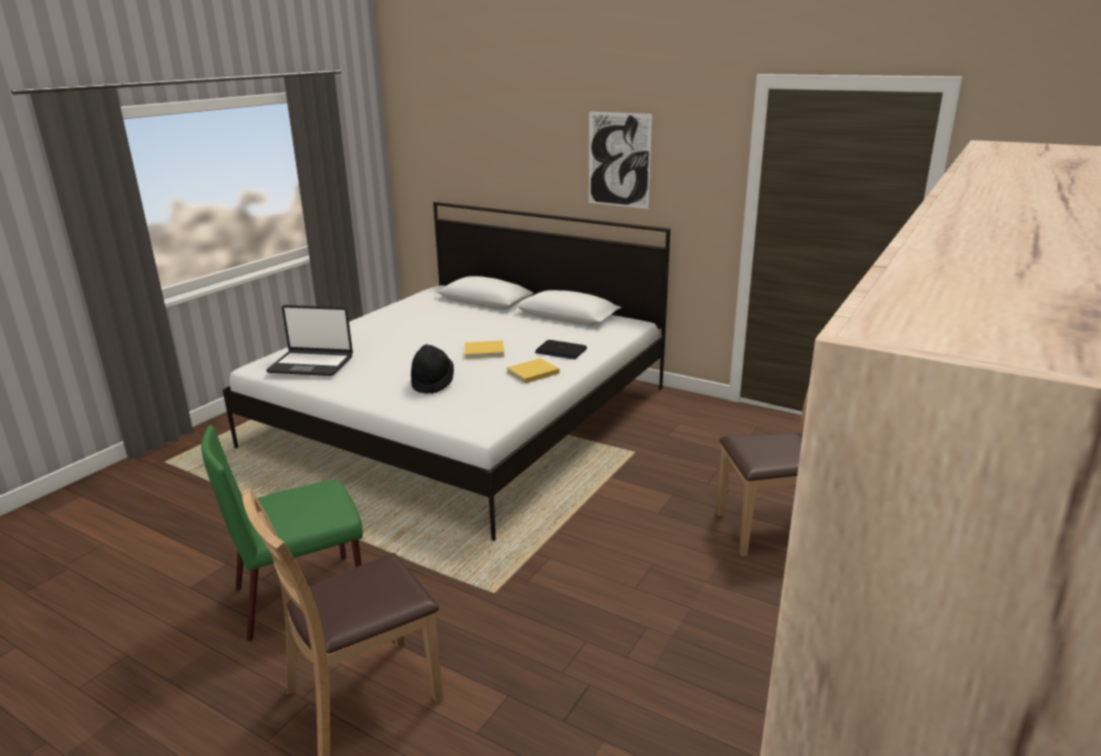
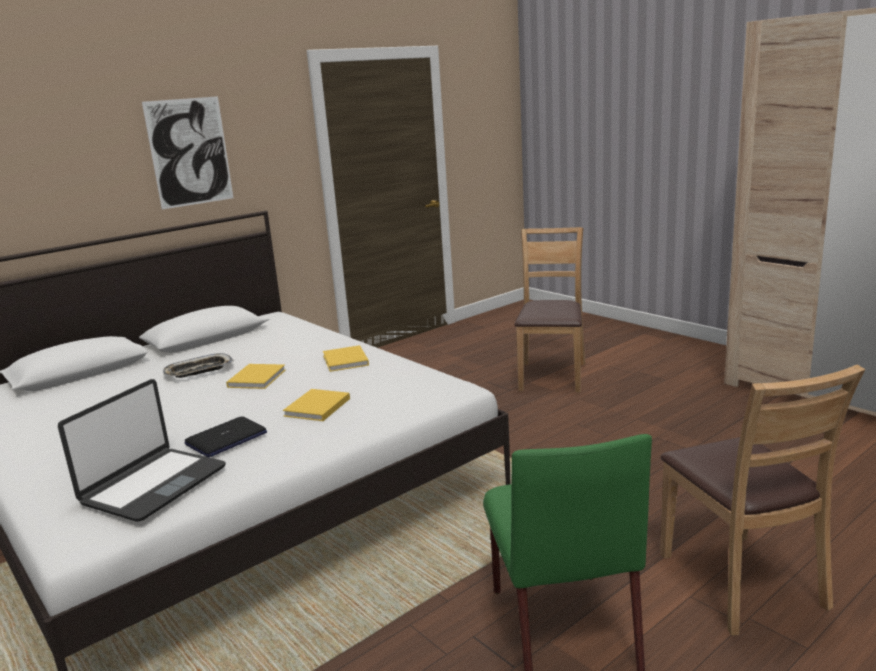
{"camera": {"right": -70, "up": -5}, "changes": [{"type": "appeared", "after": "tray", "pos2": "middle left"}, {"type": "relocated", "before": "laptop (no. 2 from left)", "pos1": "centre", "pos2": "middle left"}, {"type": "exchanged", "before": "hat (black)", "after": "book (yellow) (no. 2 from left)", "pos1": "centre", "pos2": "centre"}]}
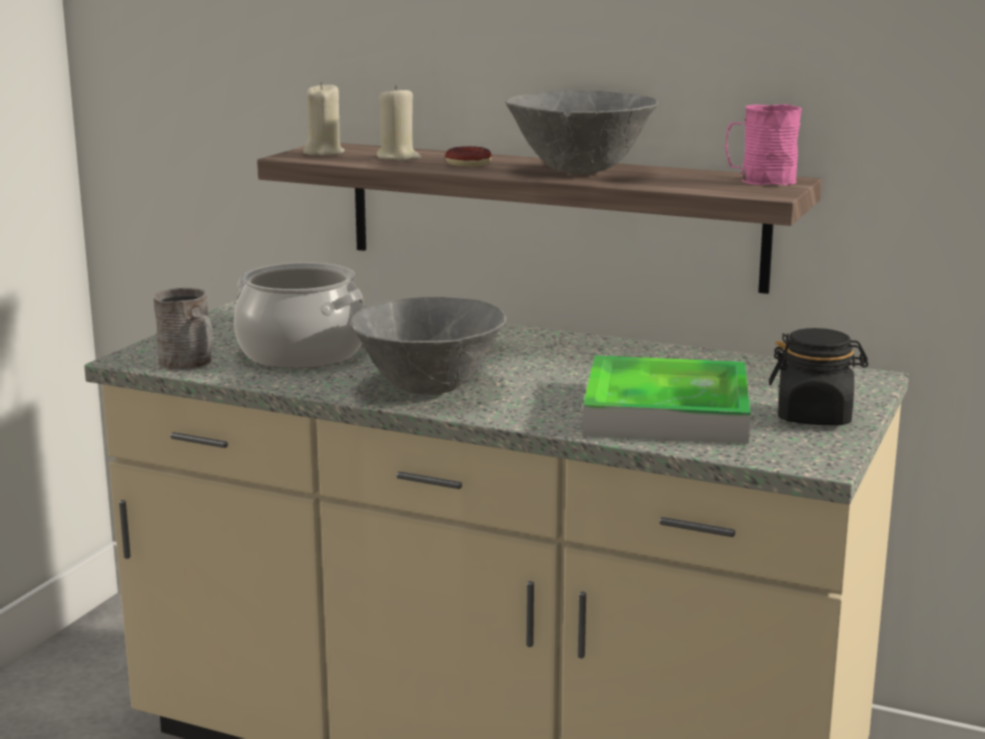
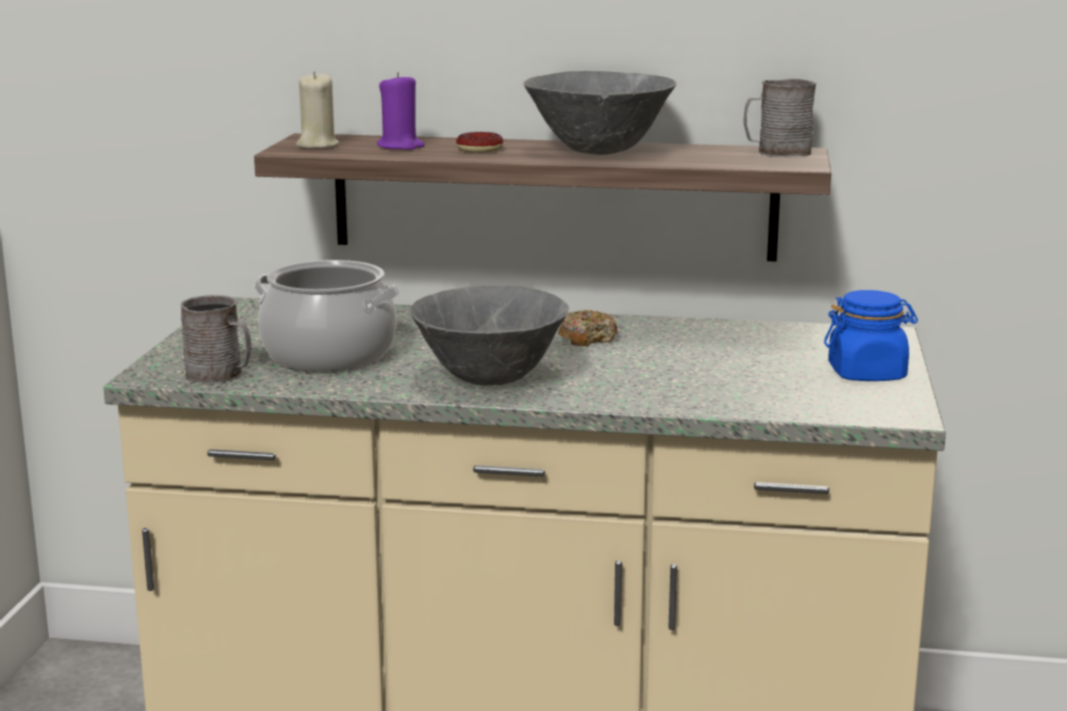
{"camera": {"right": -15, "up": 0}, "changes": [{"type": "missing", "before": "tray", "pos1": "middle right"}, {"type": "appeared", "after": "donut (no. 2 from left)", "pos2": "centre"}, {"type": "colour", "before": "candle (beige) (no. 2 from left)", "after": "candle (purple)", "pos1": "top centre", "pos2": "top centre"}, {"type": "colour", "before": "mug (pink)", "after": "mug (grey) (no. 2 from left)", "pos1": "top right", "pos2": "top right"}, {"type": "colour", "before": "jar (black)", "after": "jar (blue)", "pos1": "middle right", "pos2": "middle right"}]}
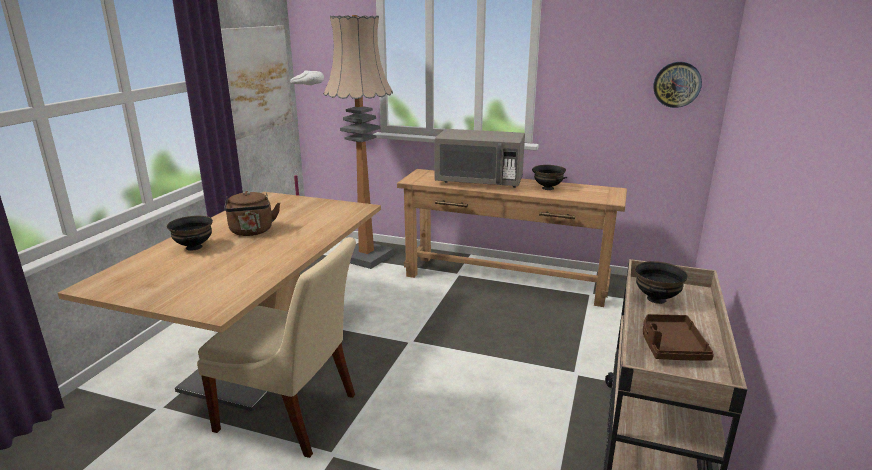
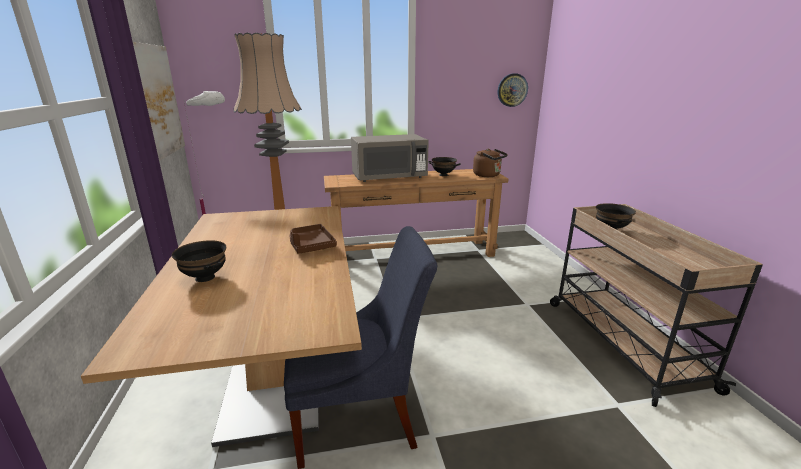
{"camera": {"right": -30, "up": 0}, "changes": [{"type": "relocated", "before": "kettle (brown)", "pos1": "middle left", "pos2": "centre"}, {"type": "relocated", "before": "tray (brown)", "pos1": "bottom right", "pos2": "centre"}, {"type": "colour", "before": "chair (beige)", "after": "chair (blue)", "pos1": "bottom left", "pos2": "bottom centre"}]}
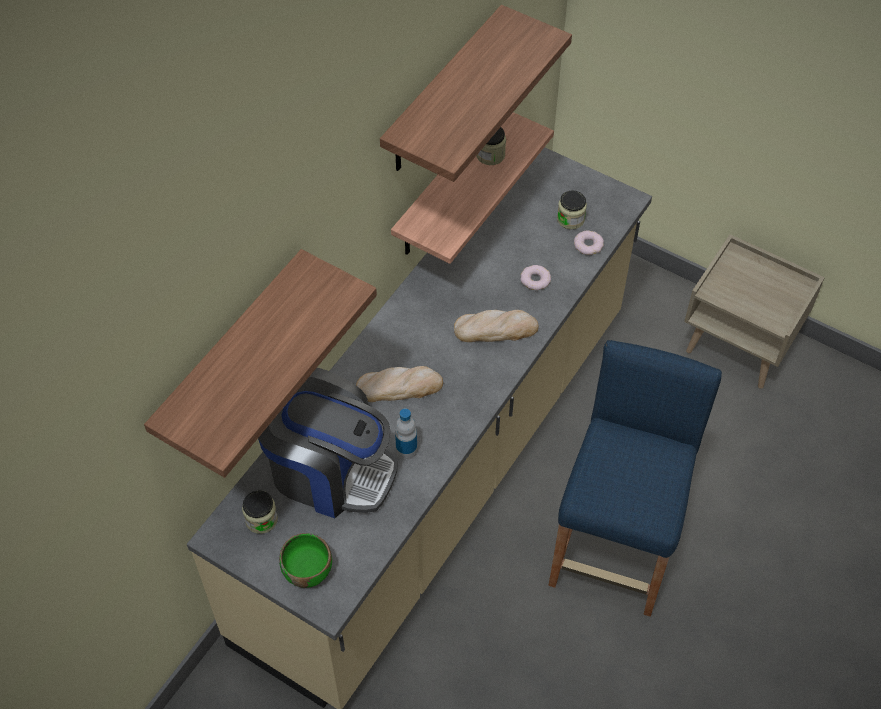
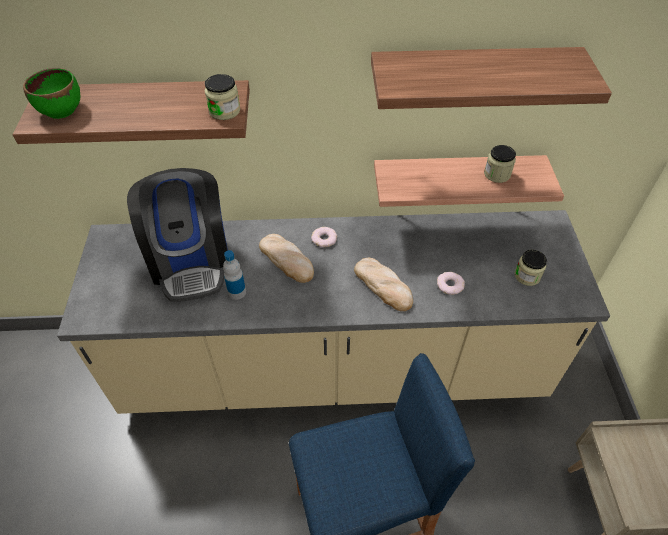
{"camera": {"right": 55, "up": -5}, "changes": [{"type": "relocated", "before": "jar (no. 1 from left)", "pos1": "bottom left", "pos2": "top left"}, {"type": "relocated", "before": "bowl (green)", "pos1": "bottom centre", "pos2": "top left"}, {"type": "relocated", "before": "donut (no. 2 from left in the first image)", "after": "donut (no. 1 from left)", "pos1": "middle right", "pos2": "centre"}]}
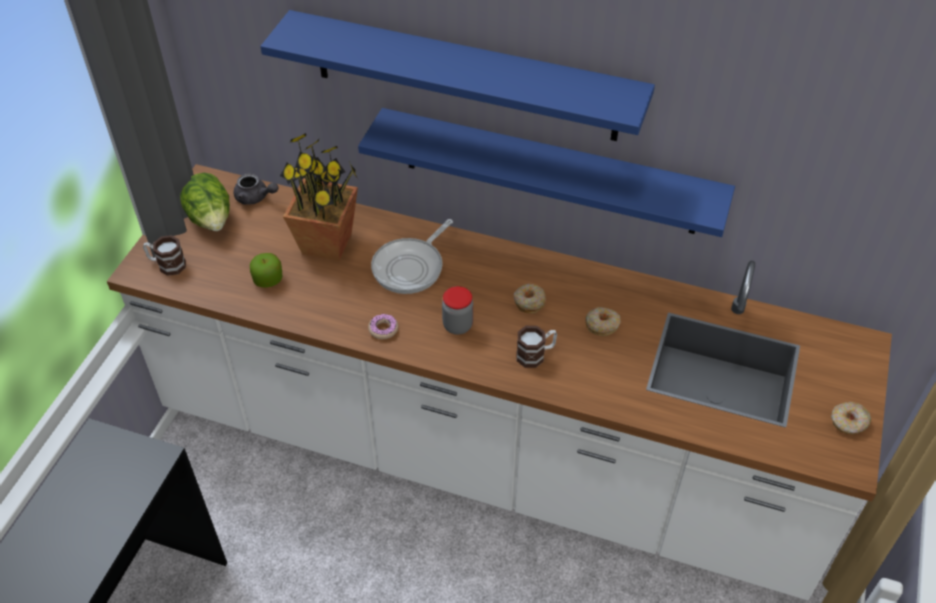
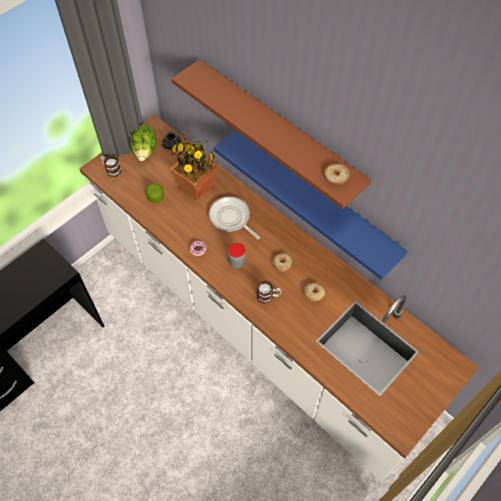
{"camera": {"right": 25, "up": 10}, "changes": [{"type": "relocated", "before": "donut (no. 4 from left)", "pos1": "bottom right", "pos2": "middle right"}, {"type": "colour", "before": "shelf (blue) (no. 1 from left)", "after": "shelf (brown)", "pos1": "top centre", "pos2": "top centre"}, {"type": "spun", "before": "frying pan", "pos1": "centre", "pos2": "centre", "turn": 75}]}
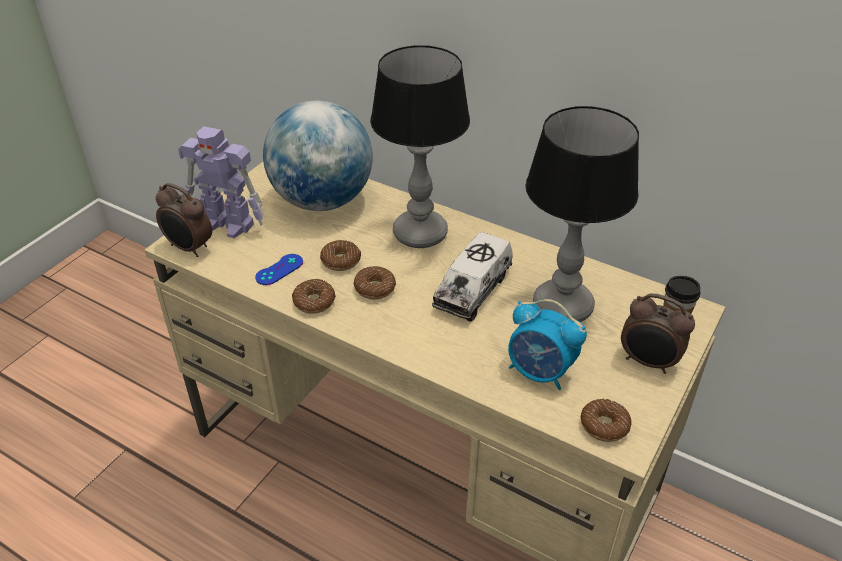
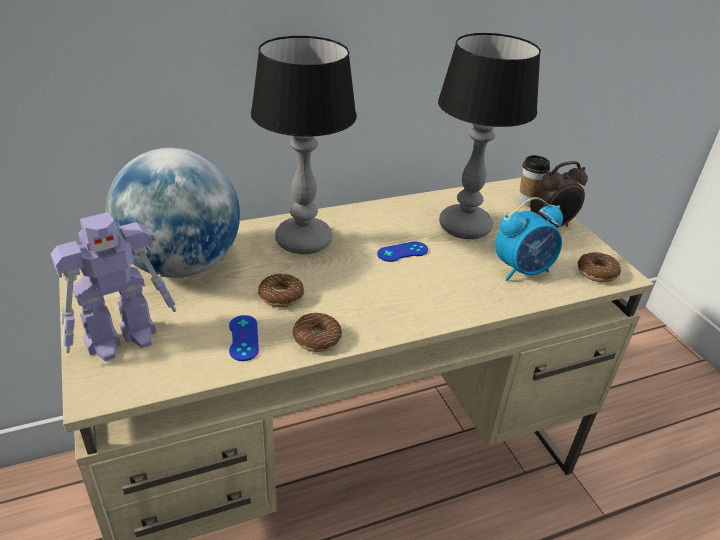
{"camera": {"right": -55, "up": -5}, "changes": [{"type": "missing", "before": "alarm clock (no. 1 from left)", "pos1": "middle left"}, {"type": "missing", "before": "donut (no. 3 from left)", "pos1": "centre"}, {"type": "exchanged", "before": "toy truck", "after": "game controller (blue) (no. 2 from left)", "pos1": "centre", "pos2": "centre"}]}
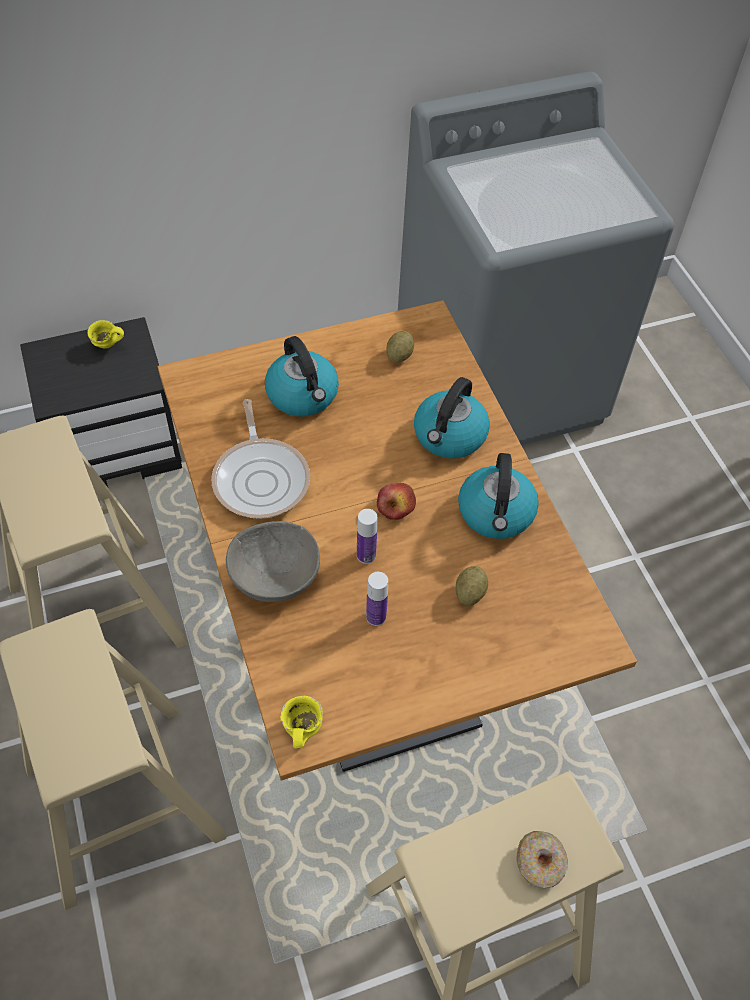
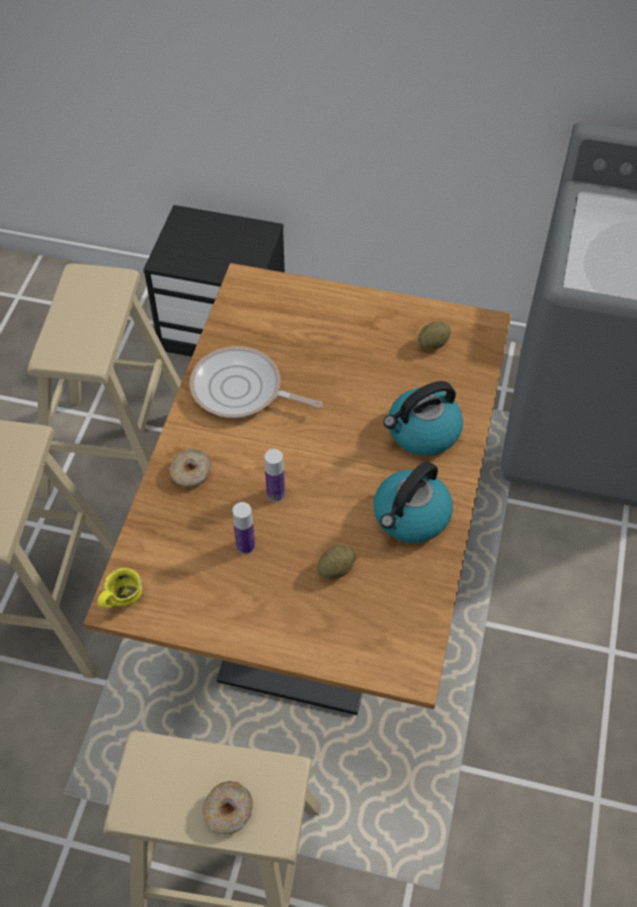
{"camera": {"right": 35, "up": 0}, "changes": [{"type": "missing", "before": "mug (yellow) (no. 1 from left)", "pos1": "middle left"}, {"type": "missing", "before": "kettle (no. 1 from left)", "pos1": "centre"}, {"type": "missing", "before": "apple", "pos1": "centre"}, {"type": "exchanged", "before": "bowl (grey)", "after": "donut (no. 1 from left)", "pos1": "centre", "pos2": "middle left"}, {"type": "spun", "before": "frying pan", "pos1": "centre", "pos2": "centre", "turn": 90}]}
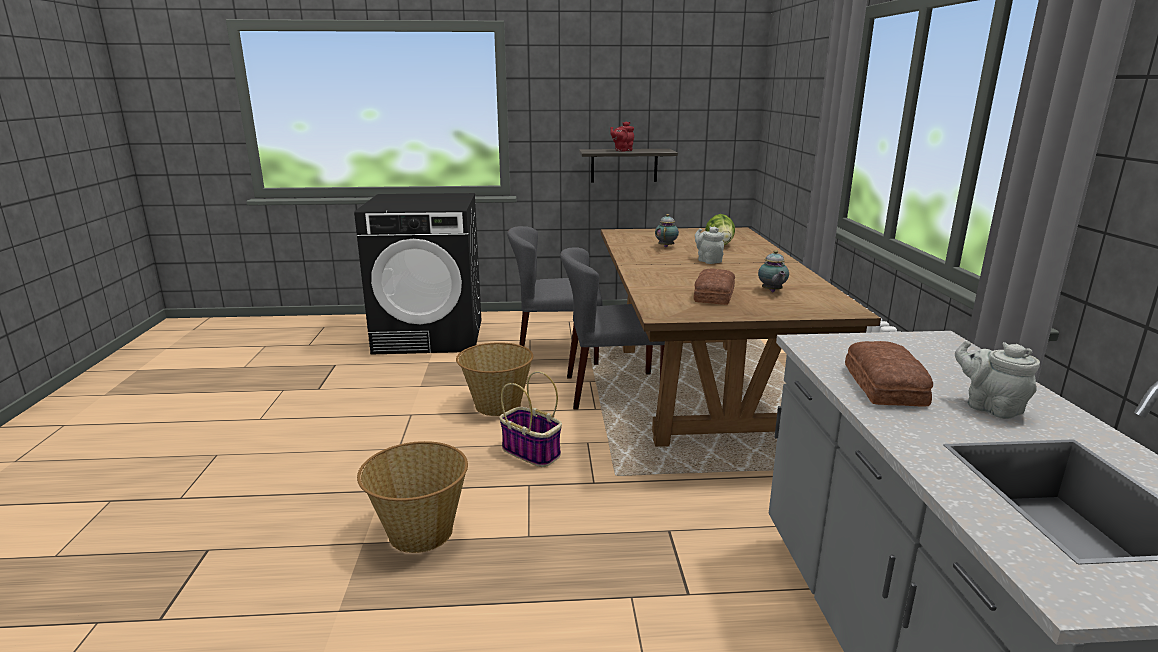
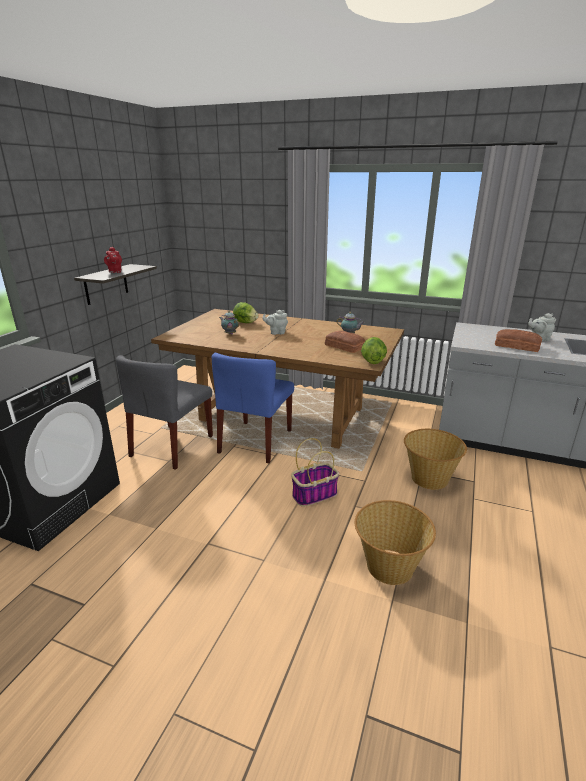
{"camera": {"right": -65, "up": 5}, "changes": [{"type": "appeared", "after": "lettuce (no. 2 from left)", "pos2": "centre"}, {"type": "relocated", "before": "basket (no. 2 from left in the first image)", "after": "basket (no. 3 from left)", "pos1": "centre", "pos2": "middle right"}, {"type": "colour", "before": "chair (grey) (no. 2 from left)", "after": "chair (blue)", "pos1": "centre", "pos2": "centre"}]}
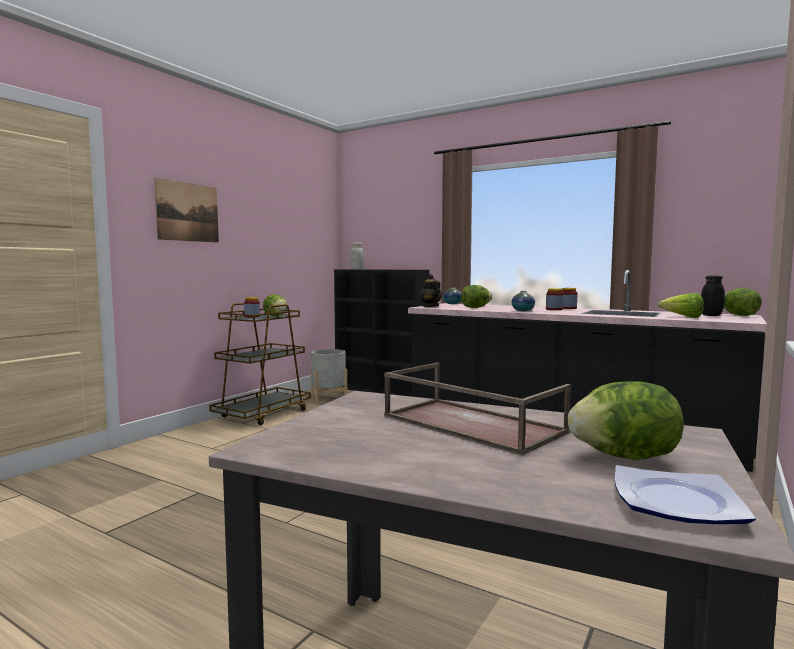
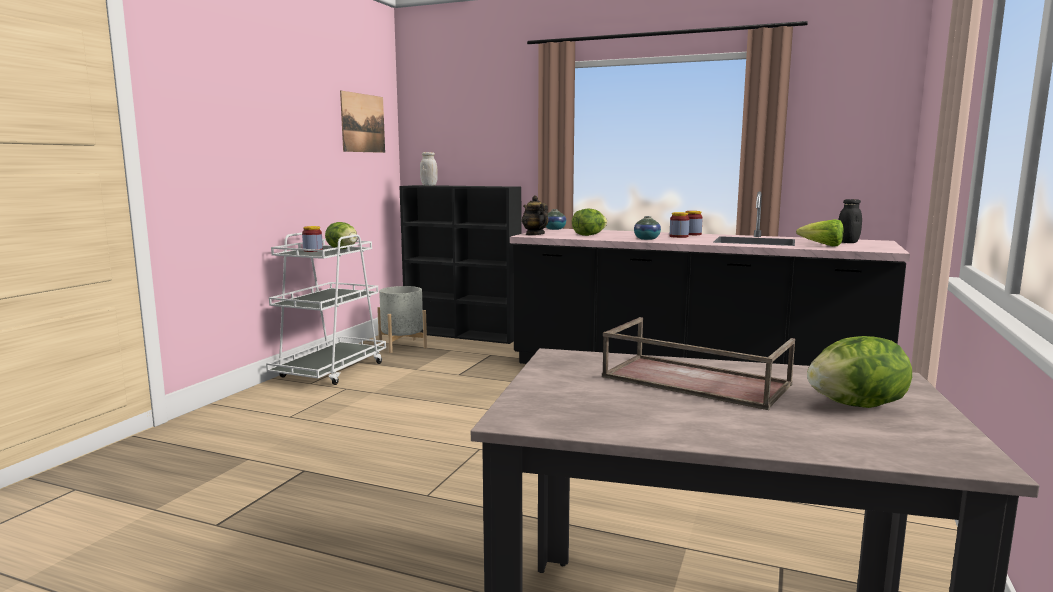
{"camera": {"right": -10, "up": 5}, "changes": [{"type": "missing", "before": "plate", "pos1": "bottom right"}, {"type": "missing", "before": "lettuce (no. 5 from left)", "pos1": "middle right"}, {"type": "relocated", "before": "picture", "pos1": "top left", "pos2": "top centre"}, {"type": "colour", "before": "cart (brown)", "after": "cart (white)", "pos1": "middle left", "pos2": "middle left"}]}
